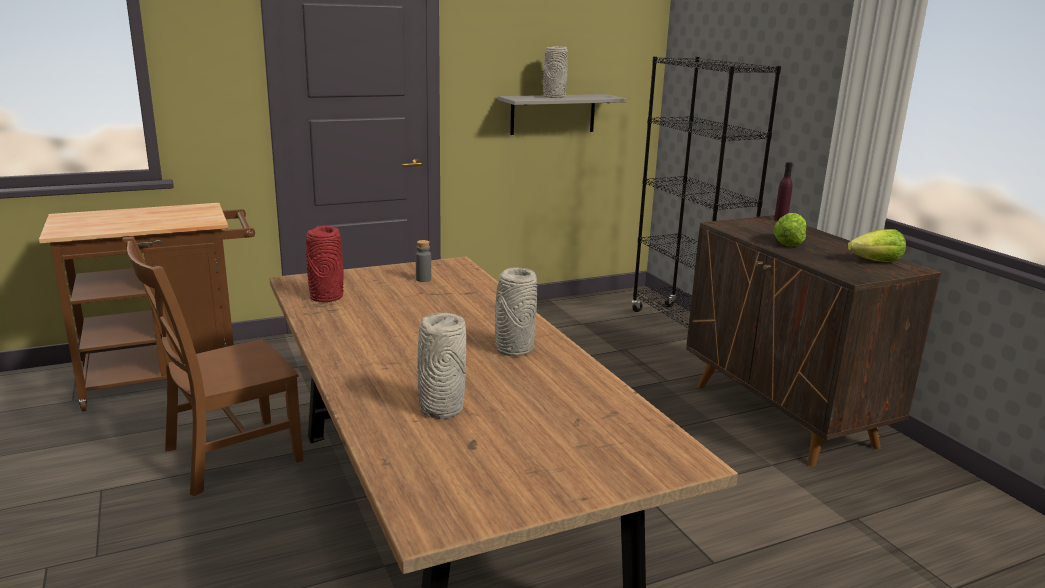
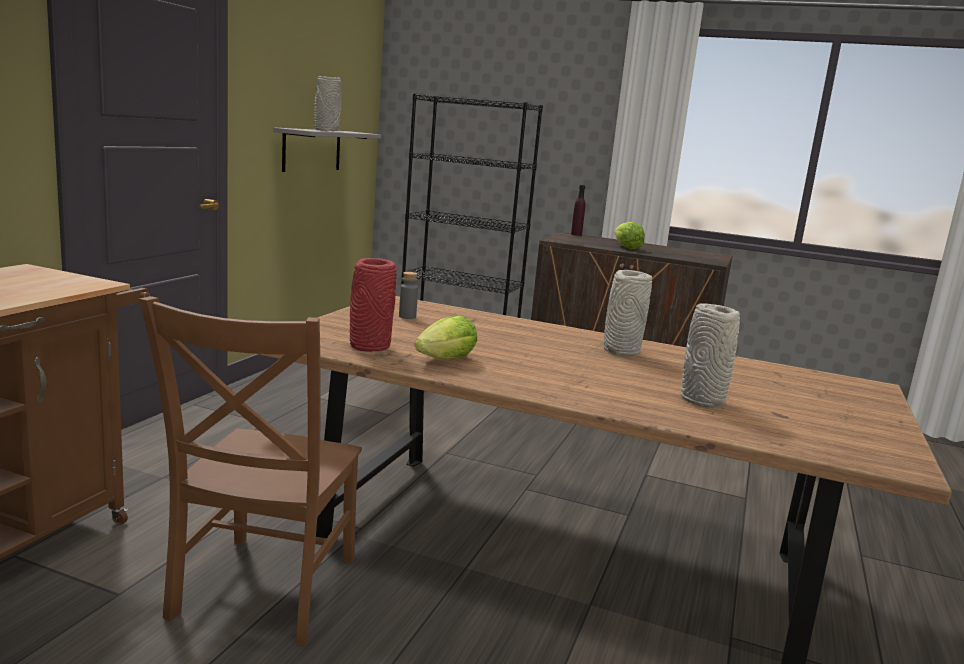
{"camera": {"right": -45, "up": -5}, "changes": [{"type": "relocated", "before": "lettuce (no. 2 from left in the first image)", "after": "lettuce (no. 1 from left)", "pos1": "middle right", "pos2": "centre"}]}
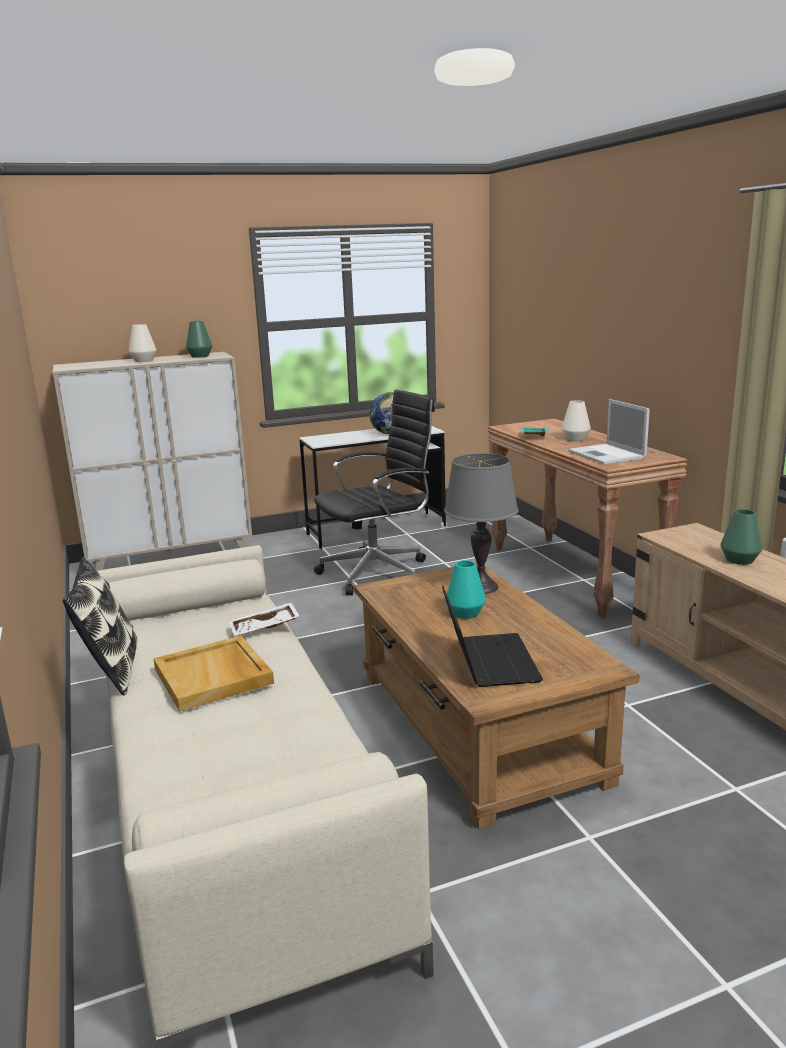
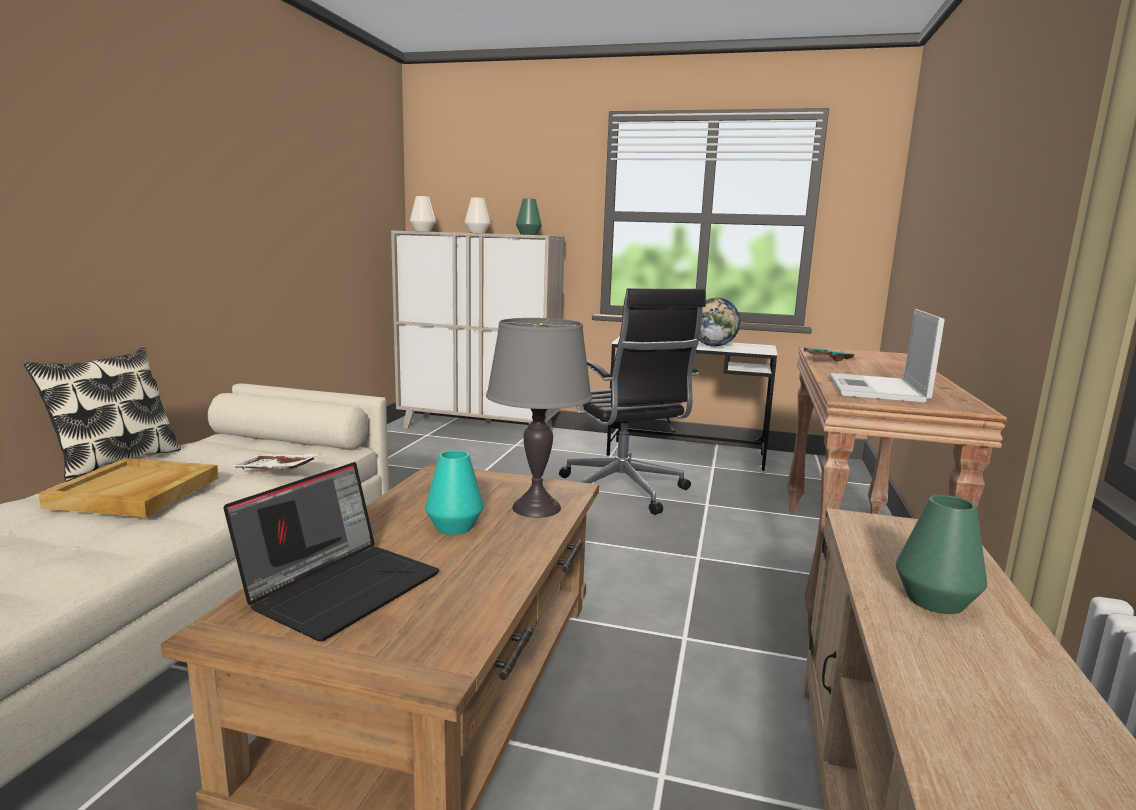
{"camera": {"right": 35, "up": -5}, "changes": [{"type": "relocated", "before": "vase (white) (no. 2 from left in the first image)", "after": "vase (white) (no. 1 from left)", "pos1": "middle right", "pos2": "top centre"}, {"type": "spun", "before": "office chair (black)", "pos1": "centre", "pos2": "centre", "turn": 60}]}
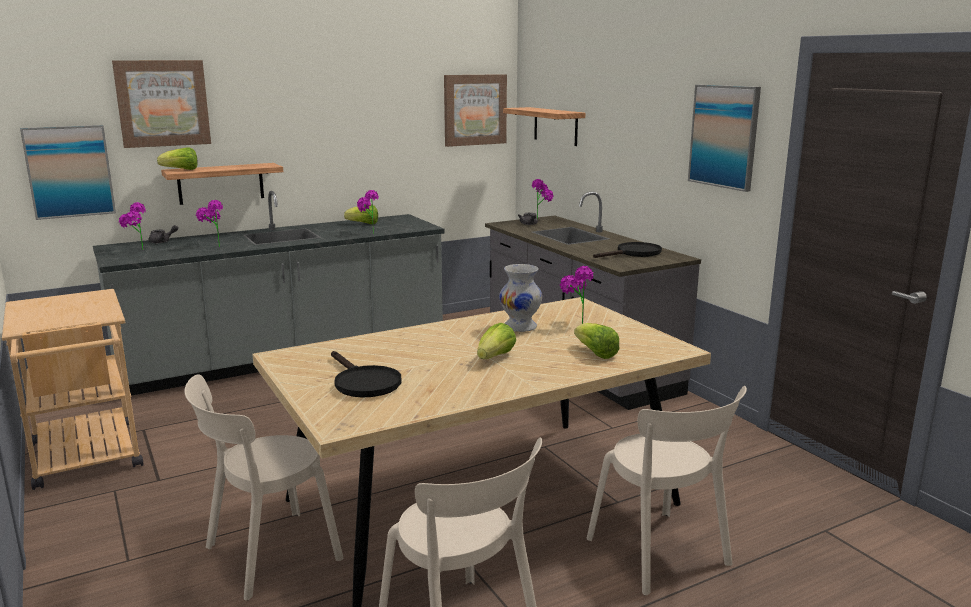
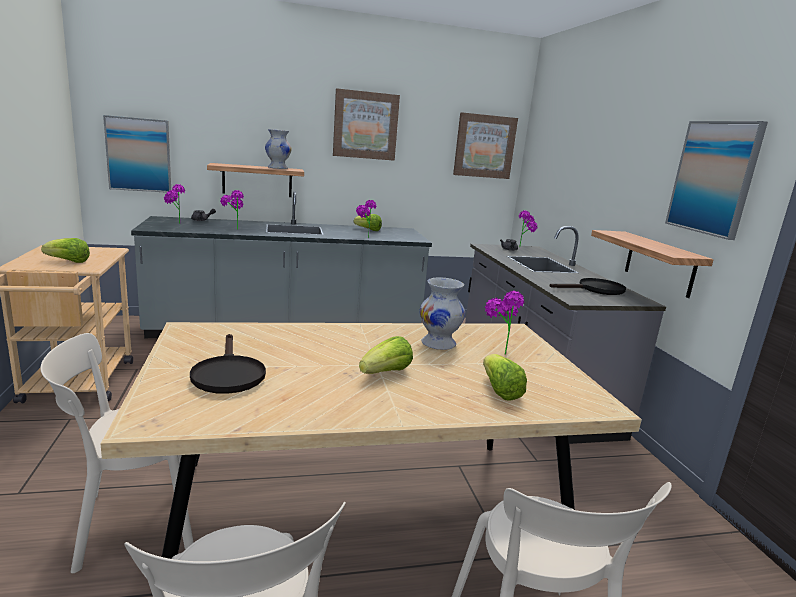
{"camera": {"right": 15, "up": 0}, "changes": [{"type": "appeared", "after": "vase (white) (no. 1 from left)", "pos2": "top centre"}, {"type": "relocated", "before": "picture (no. 2 from left)", "pos1": "top left", "pos2": "top centre"}, {"type": "relocated", "before": "lettuce (no. 1 from left)", "pos1": "top left", "pos2": "middle left"}, {"type": "relocated", "before": "shelf (no. 2 from left)", "pos1": "top centre", "pos2": "middle right"}]}
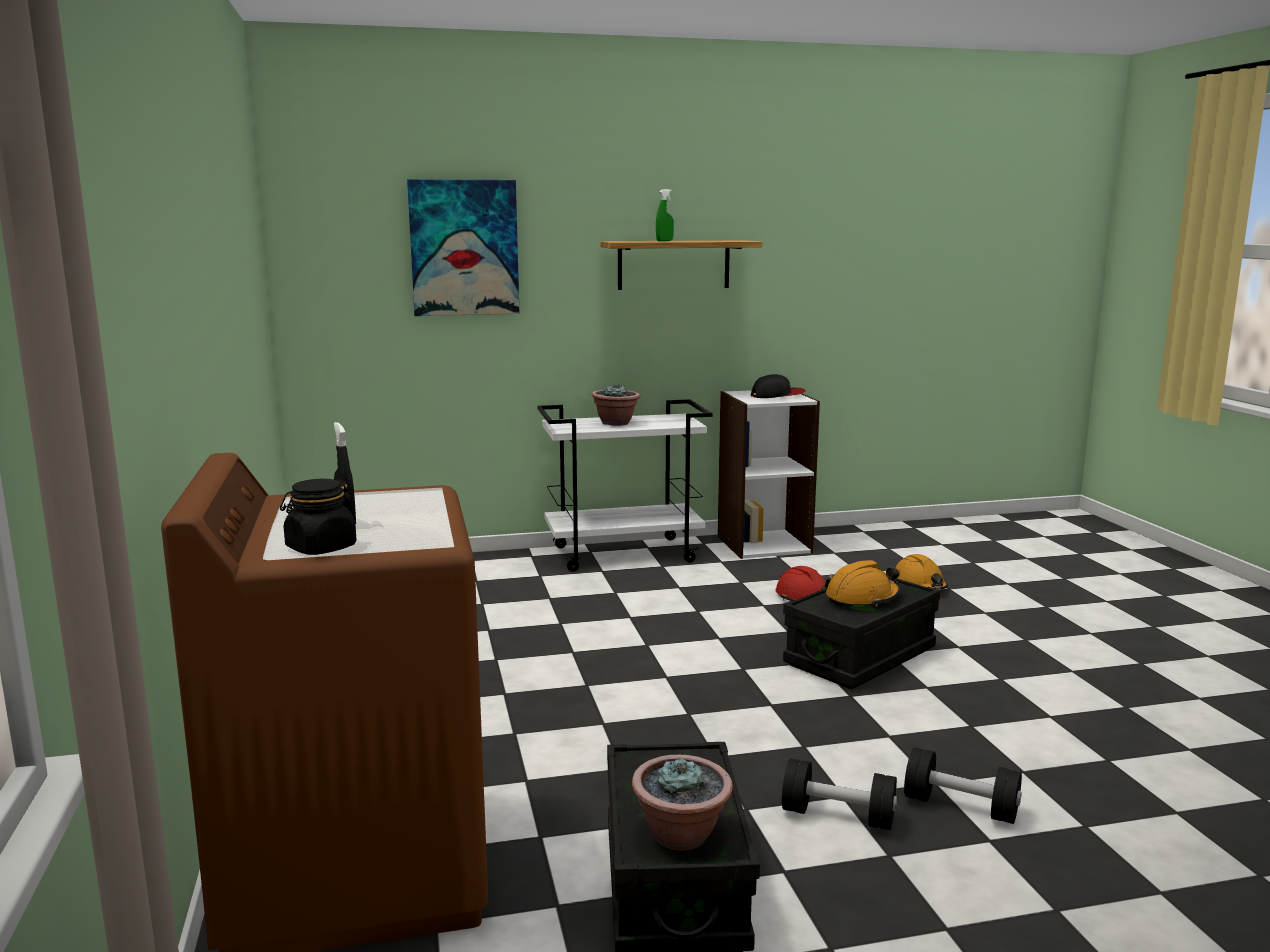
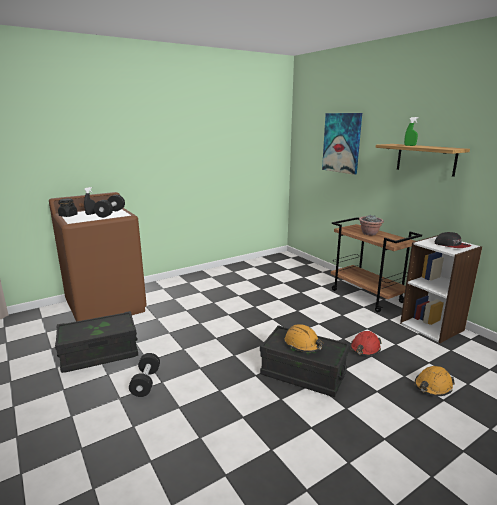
{"camera": {"right": 70, "up": 5}, "changes": [{"type": "missing", "before": "potted plant (no. 2 from left)", "pos1": "bottom centre"}, {"type": "relocated", "before": "dumbbell (black) (no. 2 from left in the first image)", "after": "dumbbell (black) (no. 1 from left)", "pos1": "bottom right", "pos2": "middle left"}, {"type": "colour", "before": "cart (white)", "after": "cart (brown)", "pos1": "centre", "pos2": "middle right"}]}
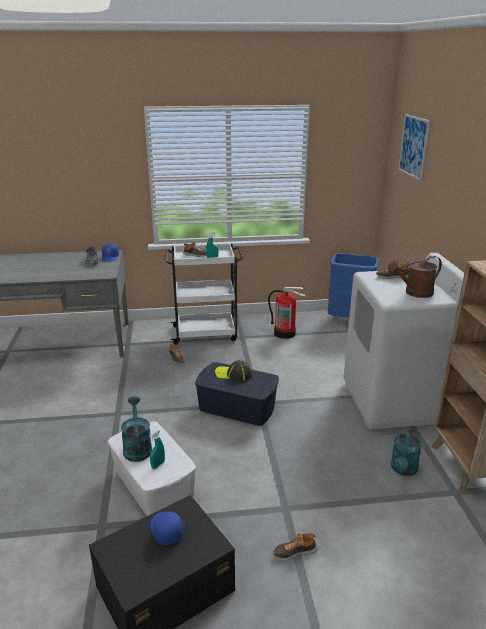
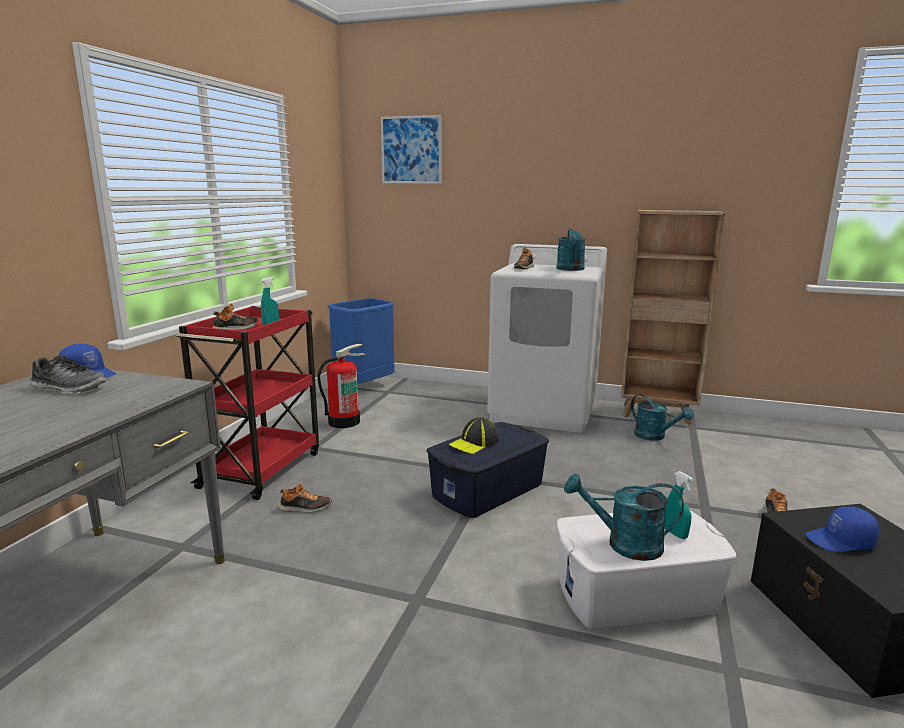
{"camera": {"right": -65, "up": -10}, "changes": [{"type": "colour", "before": "cart (white)", "after": "cart (red)", "pos1": "centre", "pos2": "middle left"}, {"type": "colour", "before": "watering can (brown)", "after": "watering can (turquoise) (no. 1 from left)", "pos1": "middle right", "pos2": "centre"}]}
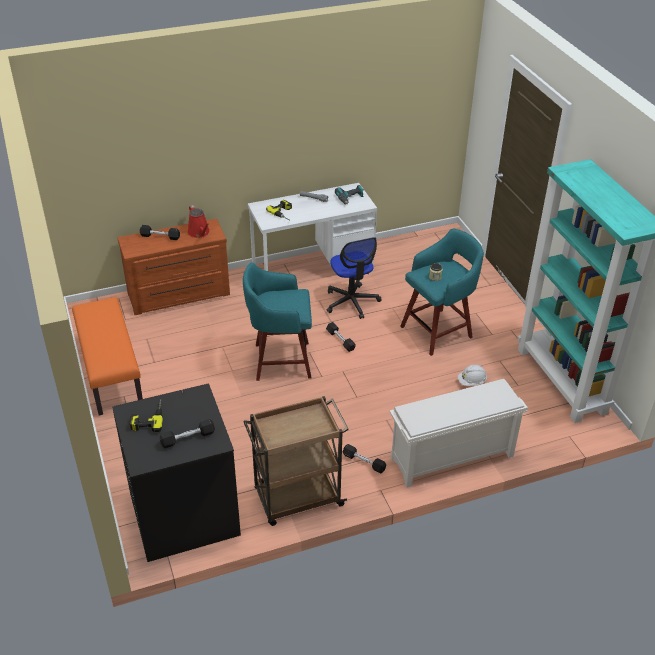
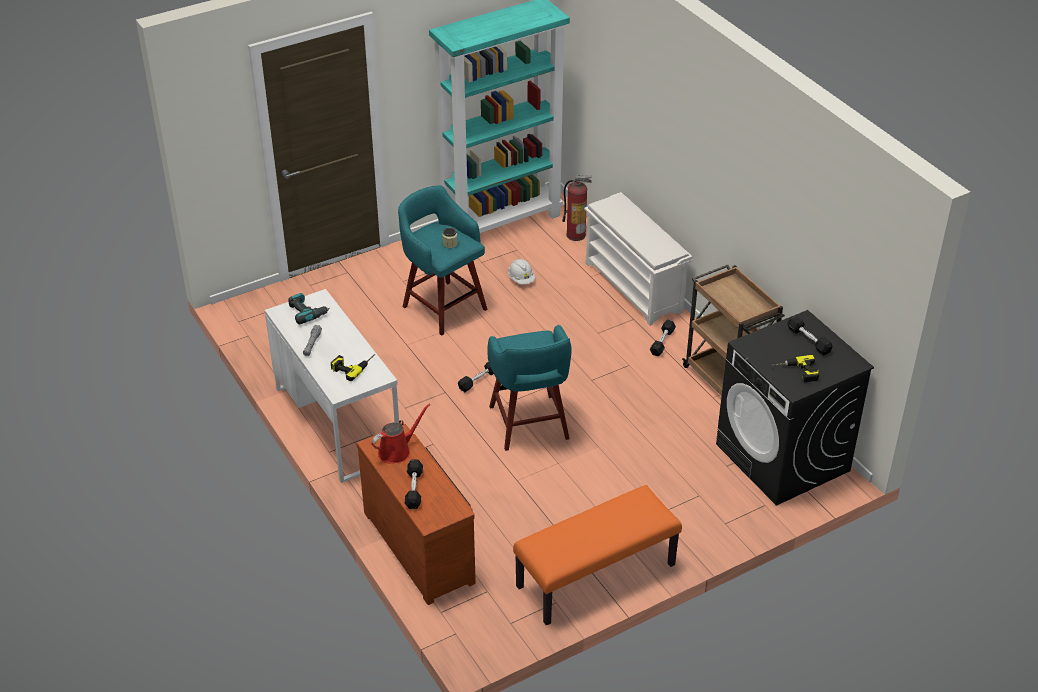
{"camera": {"right": -100, "up": 0}, "changes": [{"type": "missing", "before": "office chair", "pos1": "centre"}, {"type": "appeared", "after": "fire extinguisher", "pos2": "top centre"}]}
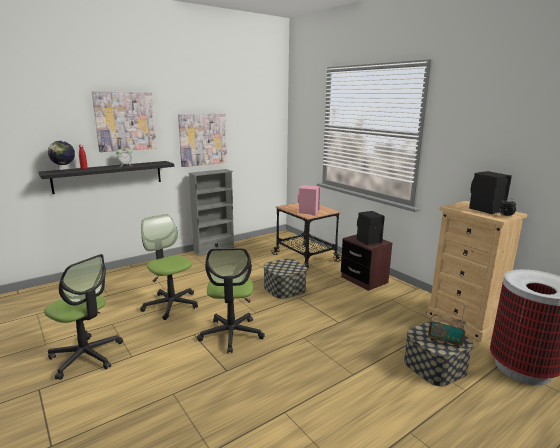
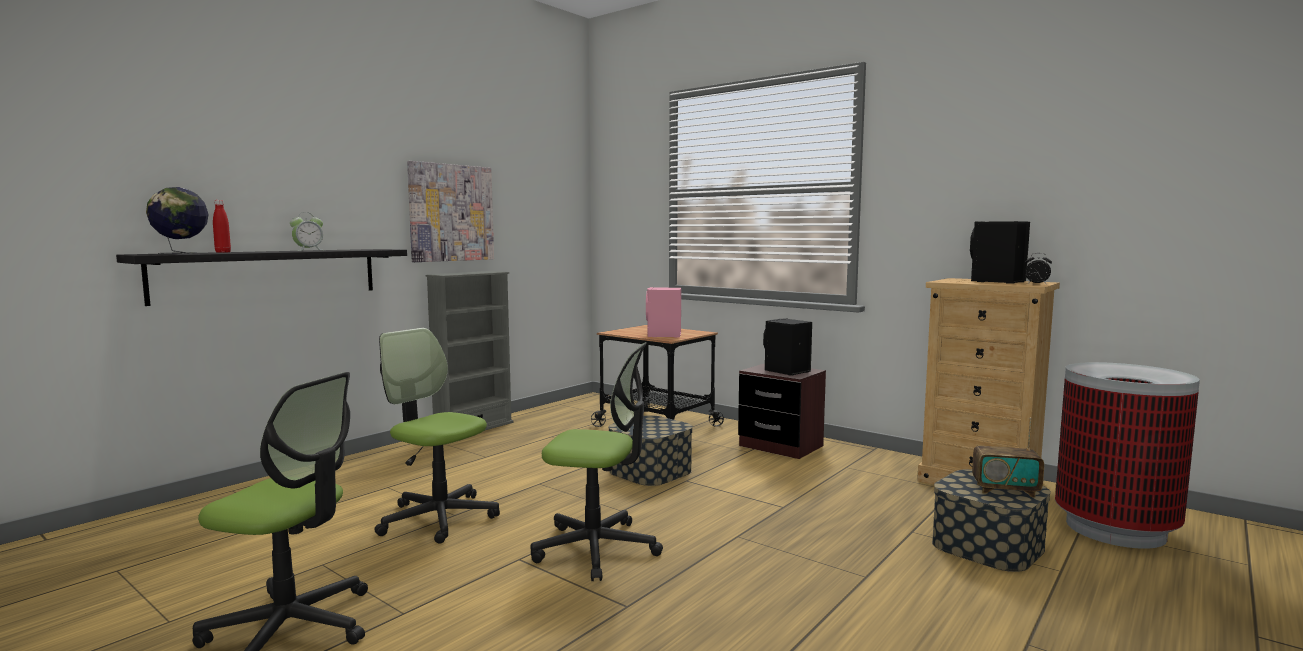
{"camera": {"right": -15, "up": -10}, "changes": [{"type": "missing", "before": "picture (no. 1 from left)", "pos1": "top left"}, {"type": "spun", "before": "office chair (no. 3 from left)", "pos1": "bottom centre", "pos2": "bottom centre", "turn": -60}]}
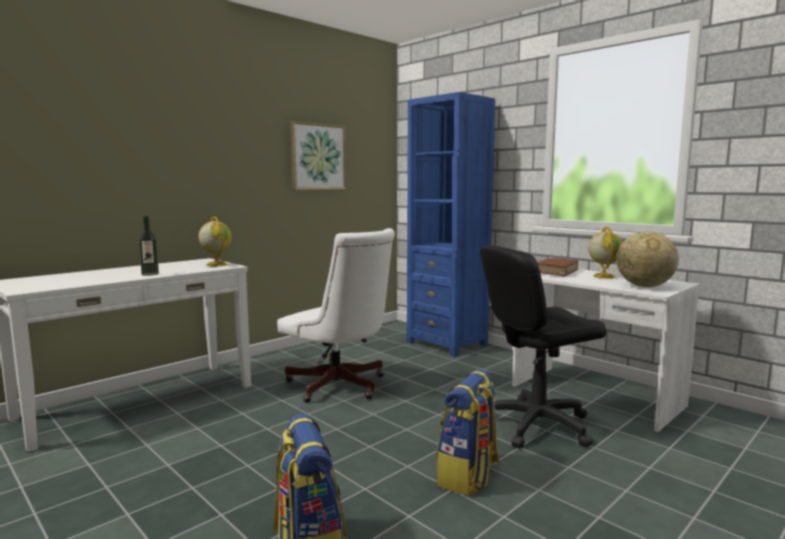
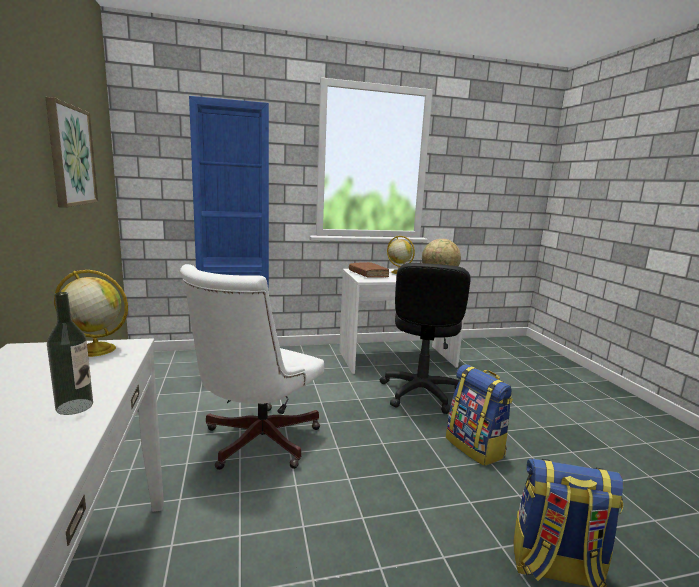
{"camera": {"right": -60, "up": 5}, "changes": [{"type": "spun", "before": "office chair (white)", "pos1": "centre", "pos2": "centre", "turn": 135}]}
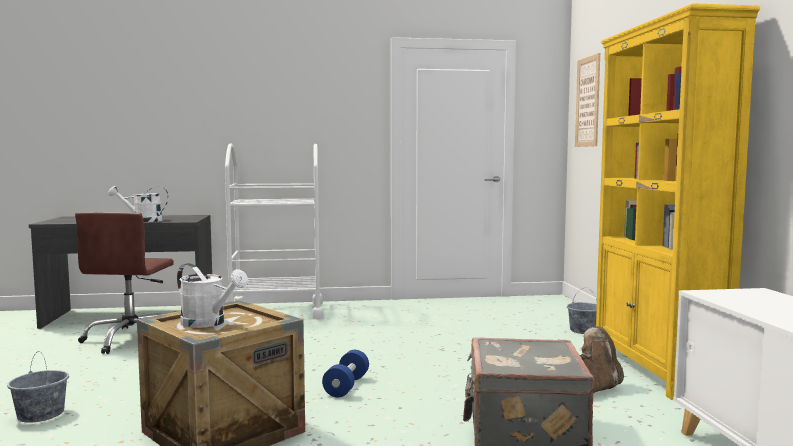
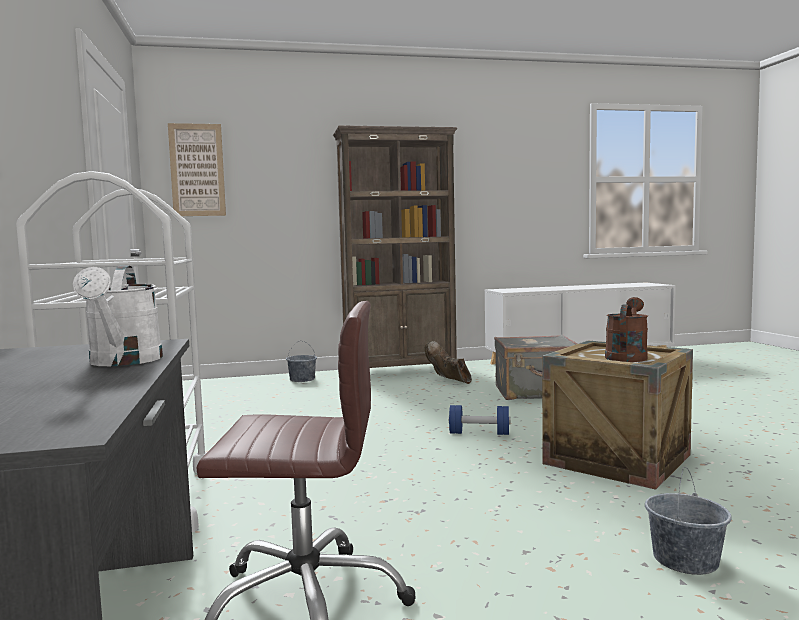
{"camera": {"right": -95, "up": 0}, "changes": [{"type": "colour", "before": "watering can (white) (no. 2 from left)", "after": "watering can (brown)", "pos1": "middle left", "pos2": "middle right"}, {"type": "colour", "before": "bookcase (yellow)", "after": "bookcase (brown)", "pos1": "middle right", "pos2": "centre"}]}
